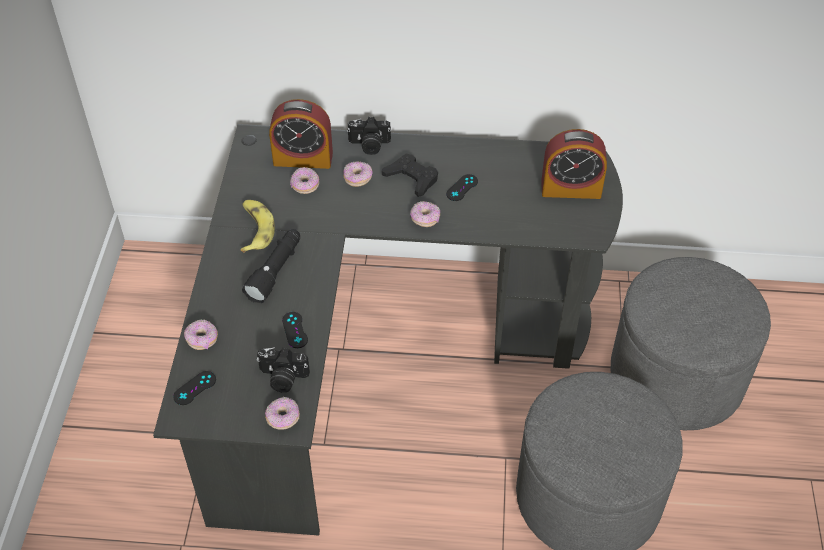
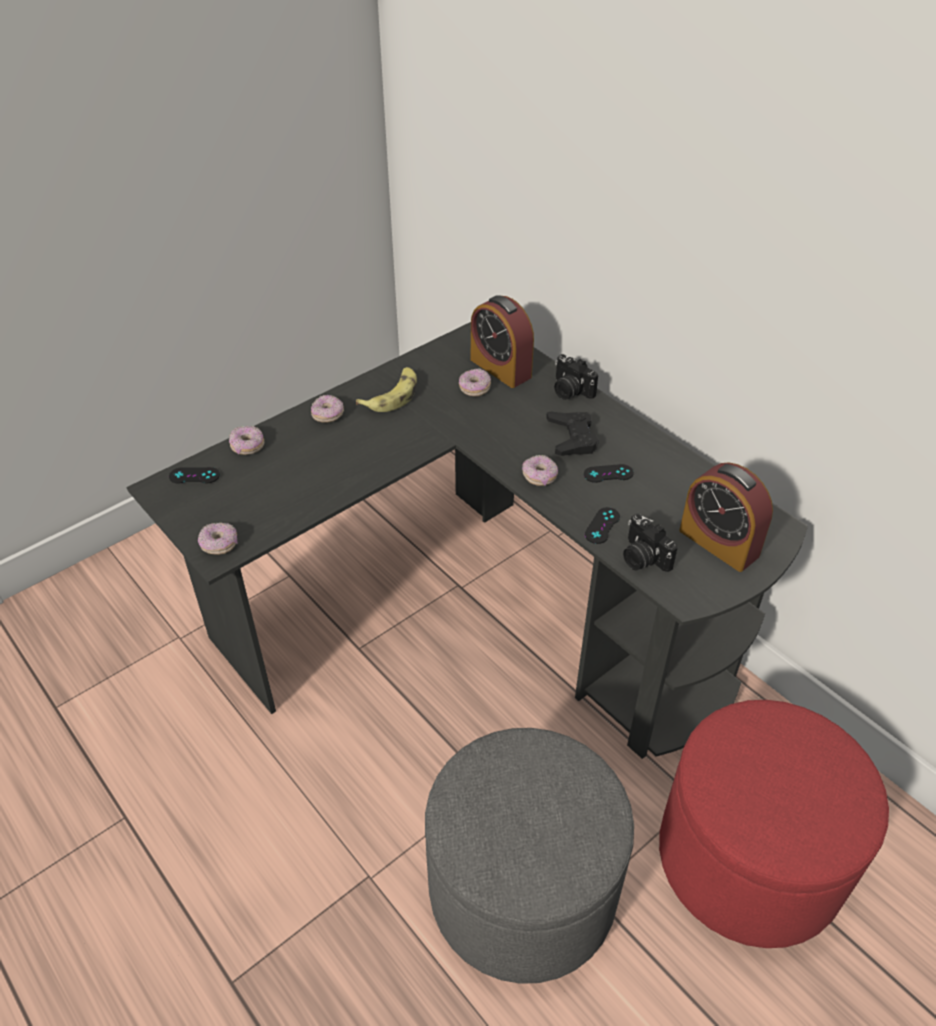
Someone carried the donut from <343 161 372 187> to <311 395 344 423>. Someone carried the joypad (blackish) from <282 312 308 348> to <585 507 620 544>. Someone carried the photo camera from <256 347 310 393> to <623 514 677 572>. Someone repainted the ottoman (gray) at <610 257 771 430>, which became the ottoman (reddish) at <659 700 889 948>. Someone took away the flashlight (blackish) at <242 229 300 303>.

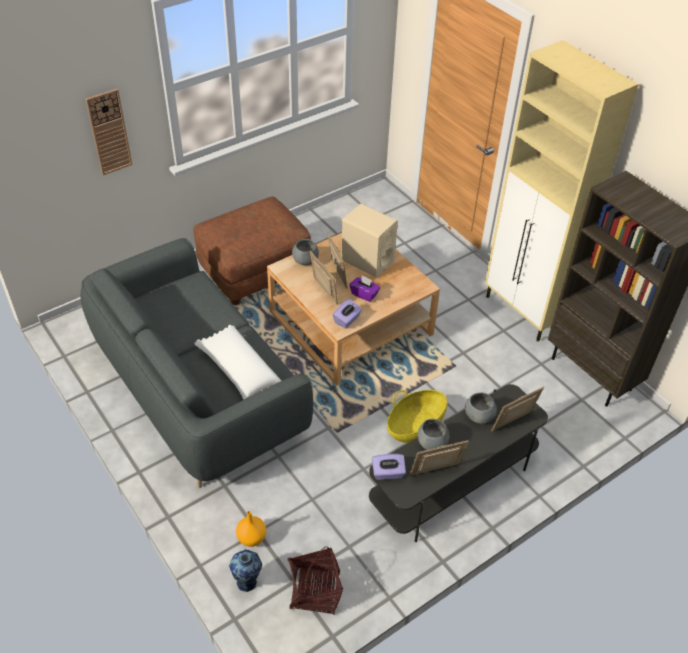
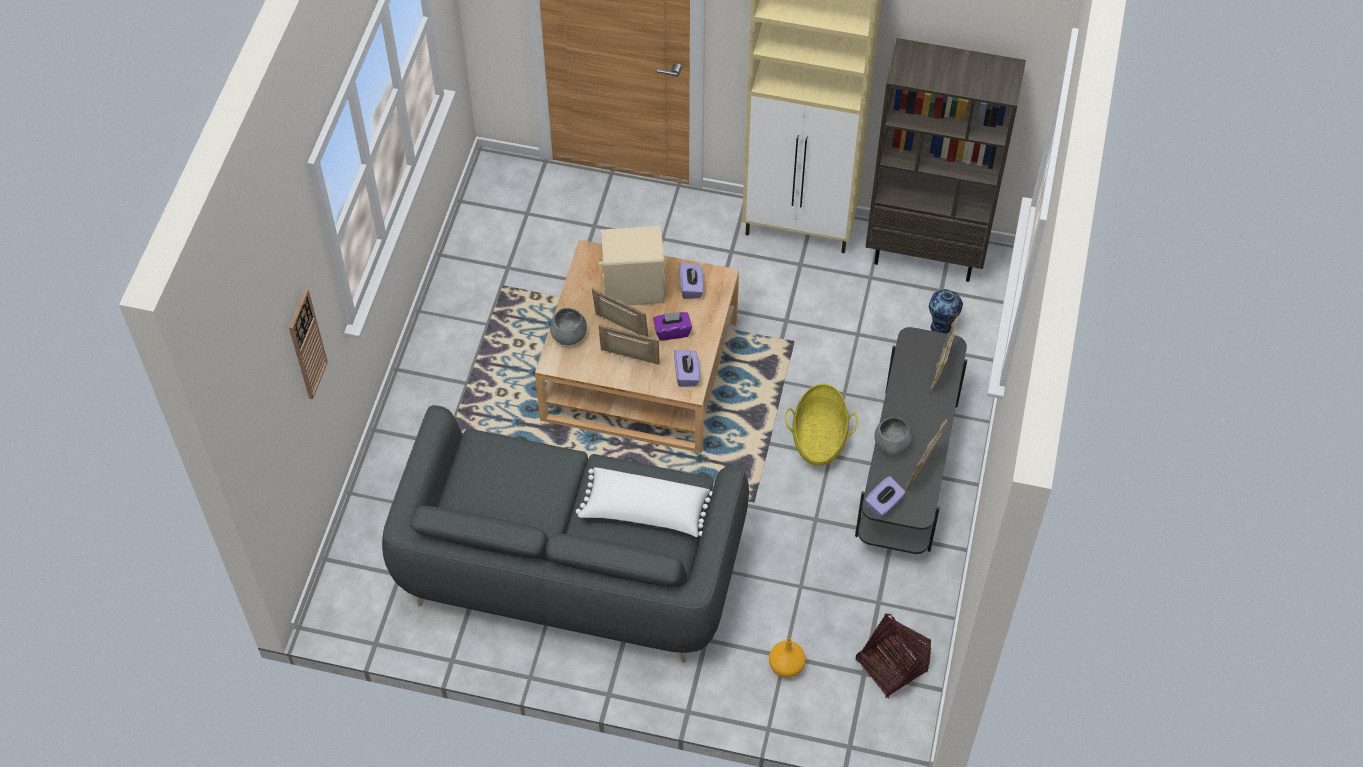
Someone put down the box of tissues (purple-coloured) at <679 263 704 299>. Someone carried the vase from <229 550 262 592> to <929 289 963 334>. Someone took away the ottoman (brownish) at <194 196 311 305>. Someone took away the serving bowl (gray) at <465 393 497 424>.

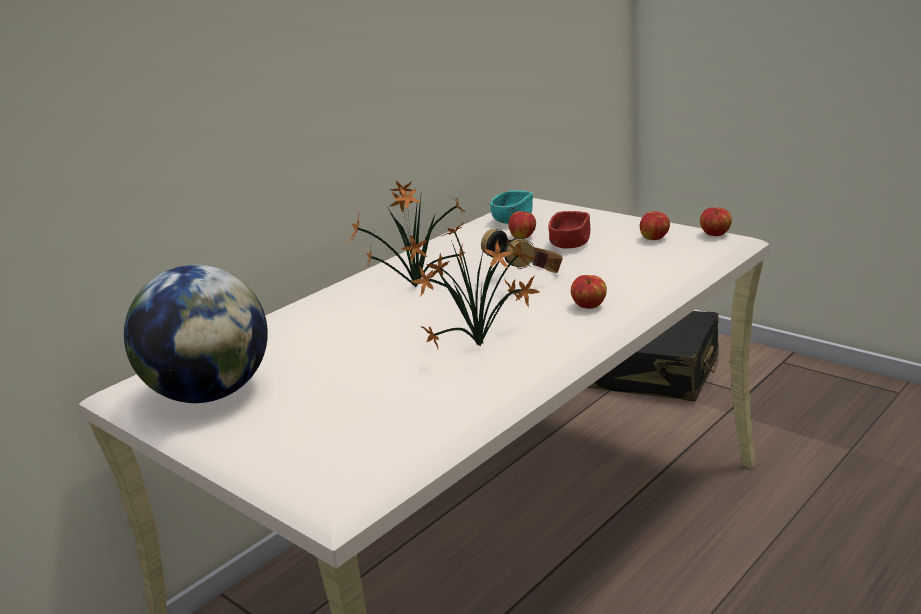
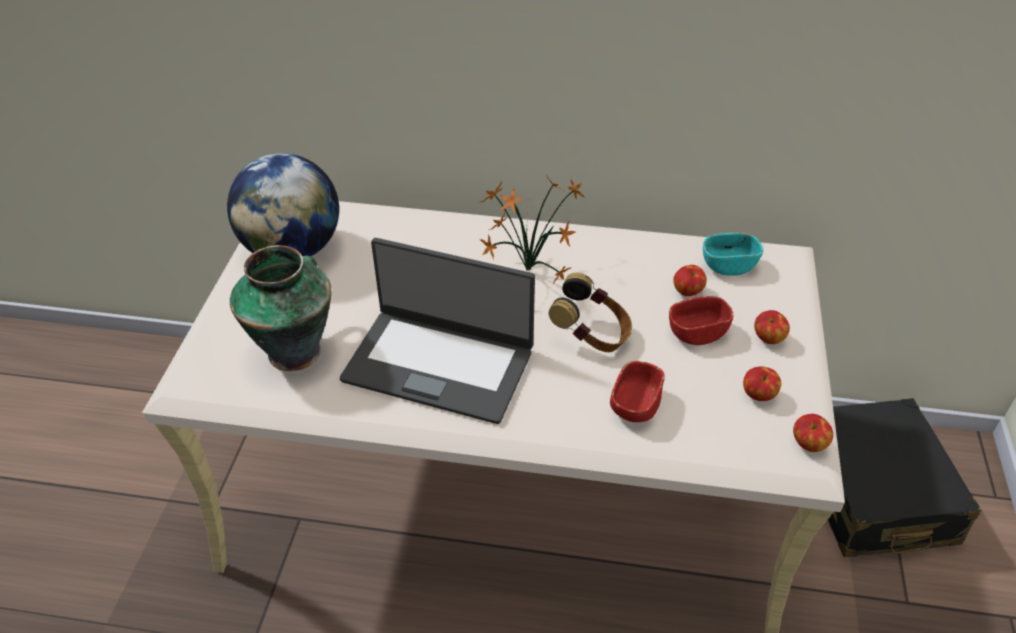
Someone put down the vase at <230 245 331 371>. Someone swapped the houseplant at <412 221 540 349> for the portable computer at <340 238 535 424>. Someone put down the serving bowl (reddish) at <610 361 665 422>. Someone carried the apple from <571 275 607 309> to <754 310 790 344>.

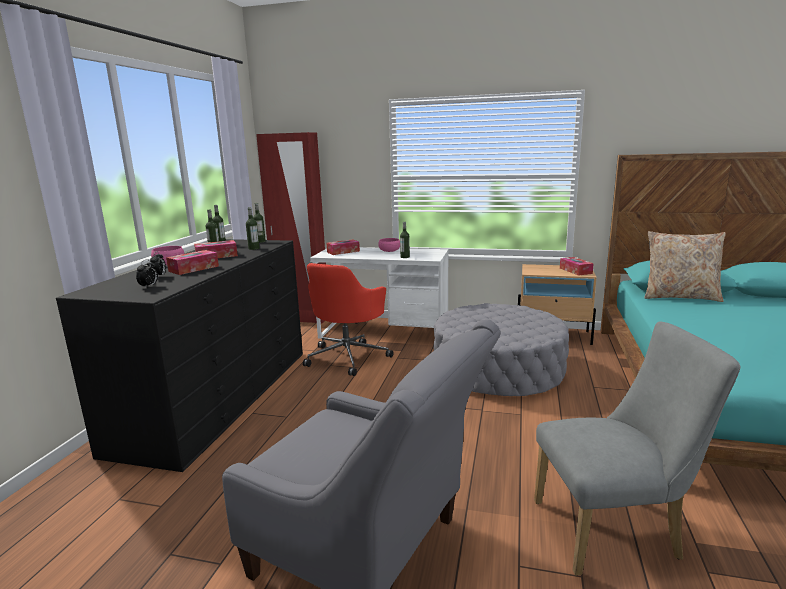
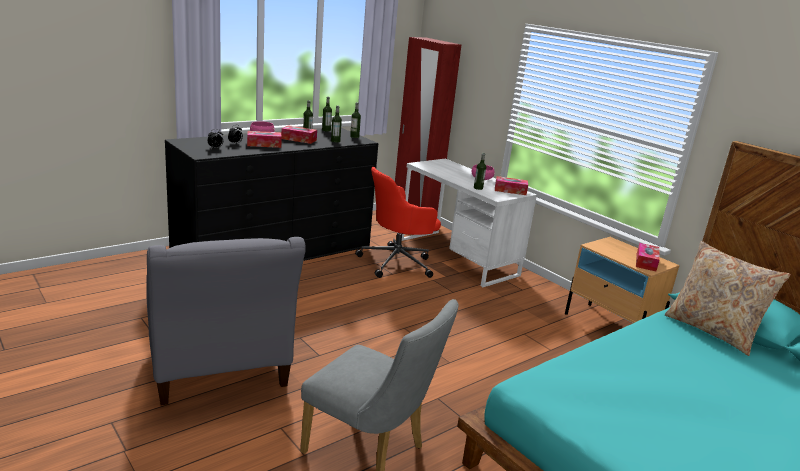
Someone carried the box of tissues from <326 239 360 255> to <495 176 528 195>. Someone took away the ottoman (gray) at <434 303 569 396>.

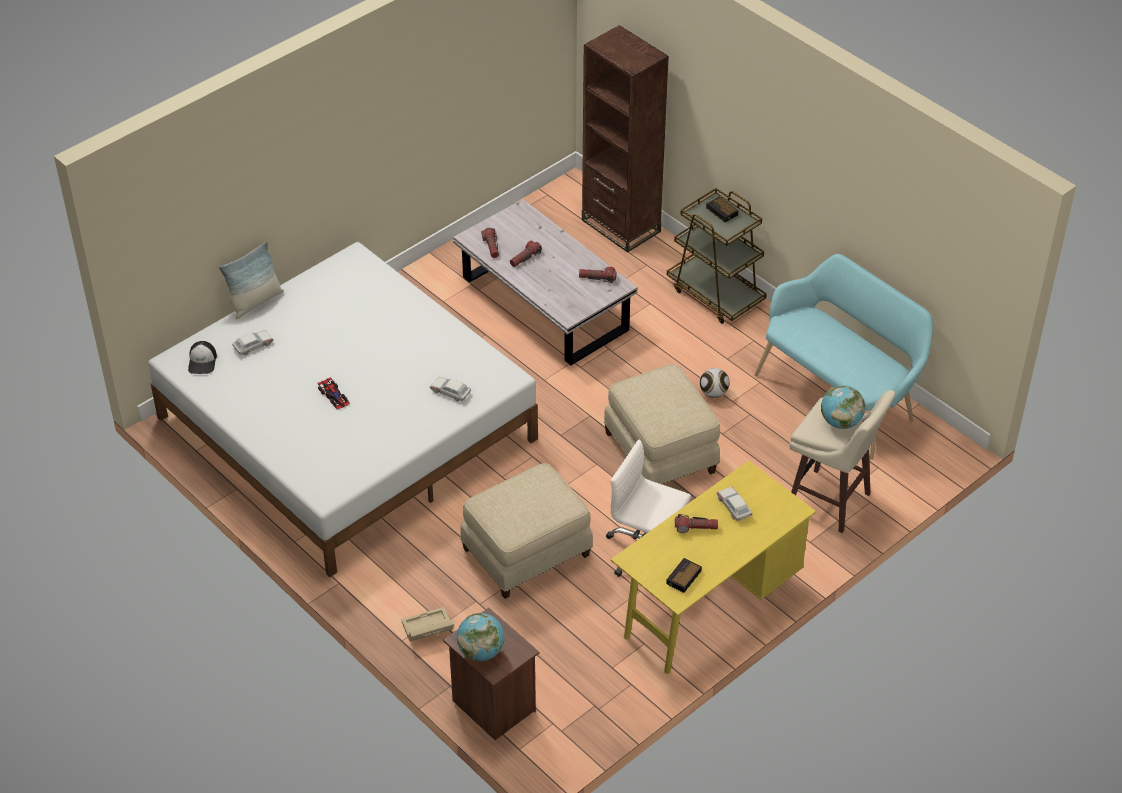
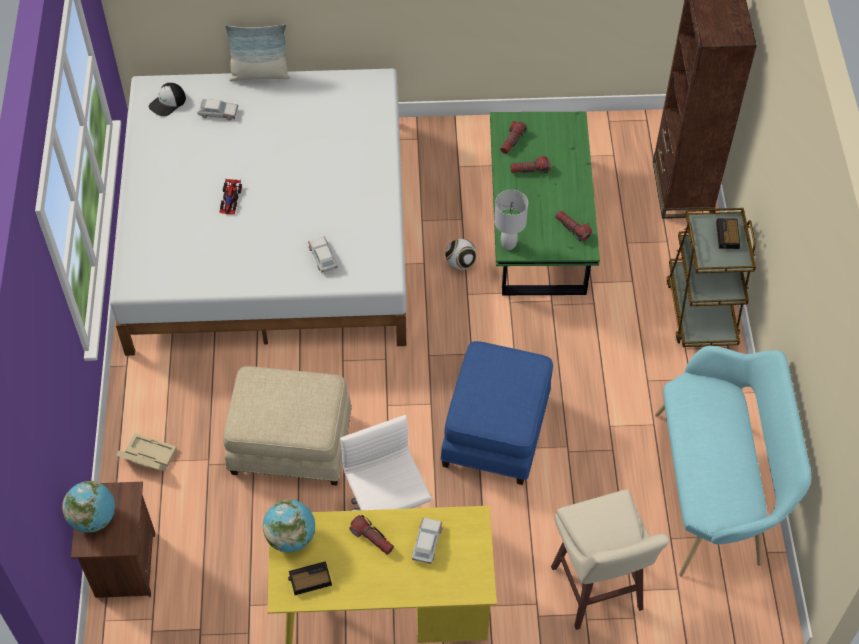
Someone carried the world globe from <821 385 865 429> to <263 499 315 552>. Someone repainted the ottoman (sand-coloured) at <604 364 720 484>, which became the ottoman (blue-coloured) at <440 341 553 485>. Someone carried the football ball from <700 368 730 398> to <445 239 477 270>. Someone repainted the coffee table (white-coloured) at <453 199 638 365>, which became the coffee table (green-coloured) at <490 112 600 295>. Someone put down the table lamp (white-coloured) at <494 190 528 250>.

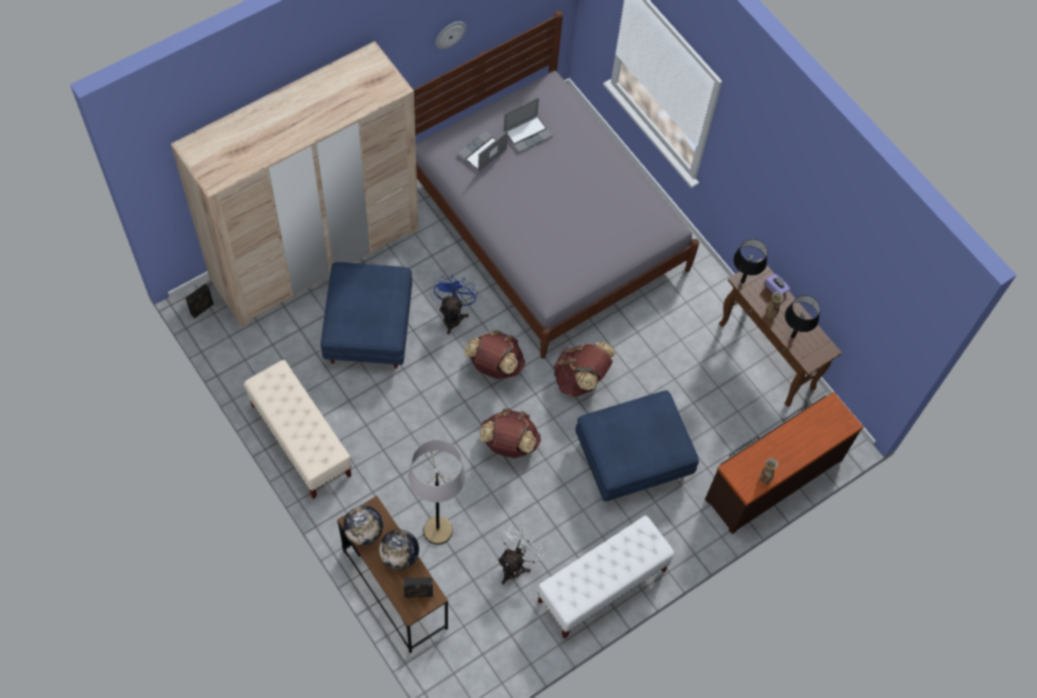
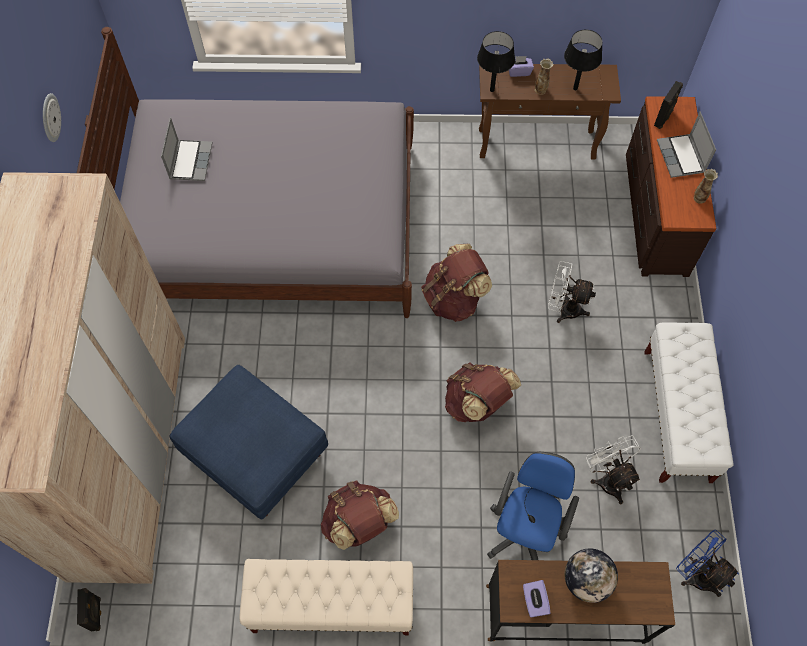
Someone carried the backpack (brownish) from <464 330 525 379> to <321 480 399 550>. Someone swapped the floor lamp (gray) at <409 440 465 545> for the office chair (blue-coloured) at <487 452 579 560>. Someone swapped the world globe at <343 505 383 546> for the box of tissues (purple-coloured) at <523 580 551 617>. Someone swapped the ottoman (blue-coloured) at <575 390 699 502> for the fan (white-coloured) at <548 261 596 323>. Someone carried the speaker (blackish) from <403 577 433 598> to <654 81 683 129>. Someone carried the portable computer from <458 131 508 172> to <657 112 716 178>. Someone carried the fan (blue-coloured) from <434 275 477 335> to <676 530 739 597>.

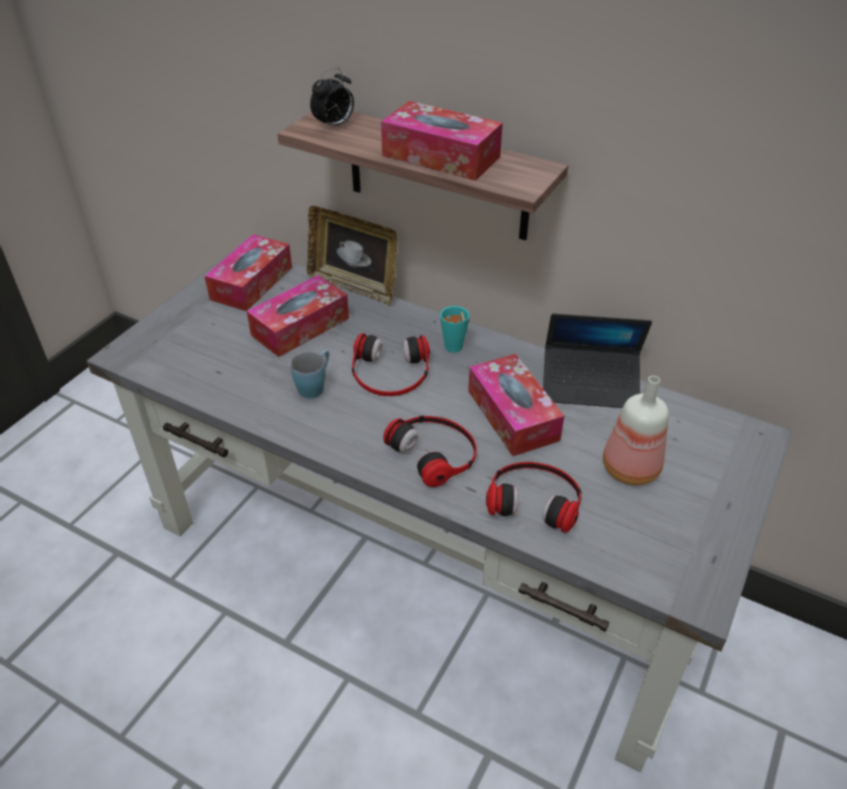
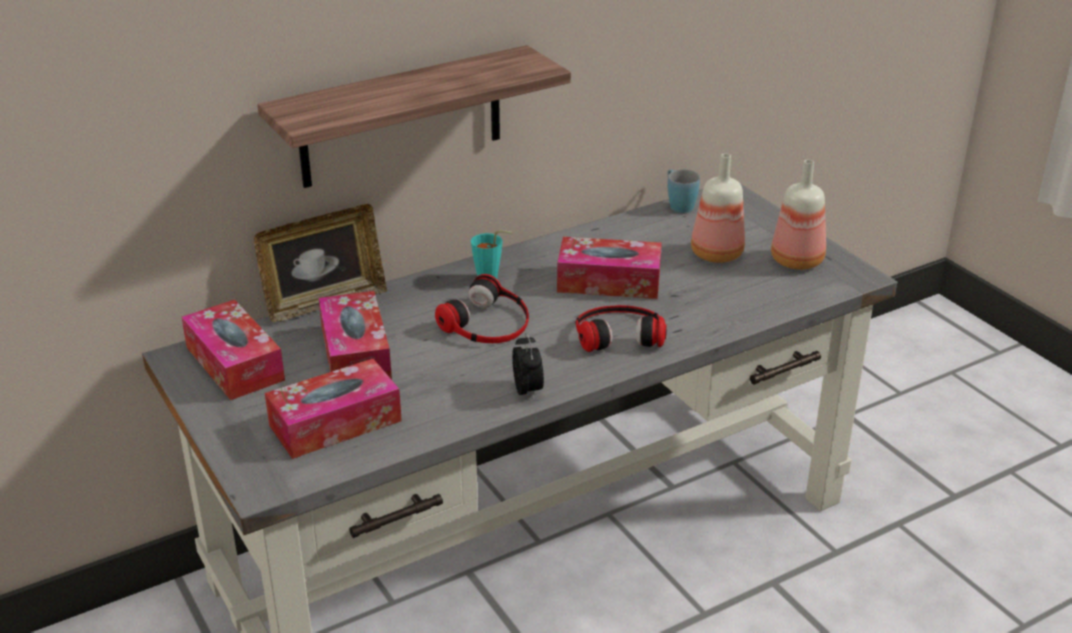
Someone carried the box of tissues from <381 101 503 181> to <265 359 402 459>. Someone carried the table clock from <310 68 354 129> to <512 333 544 400>. Someone carried the mug (blue-coloured) from <290 350 329 399> to <667 169 700 213>. Someone put down the bottle at <771 160 826 270>. Someone took away the headphones at <486 462 582 533>. Someone took away the portable computer at <543 313 652 408>.

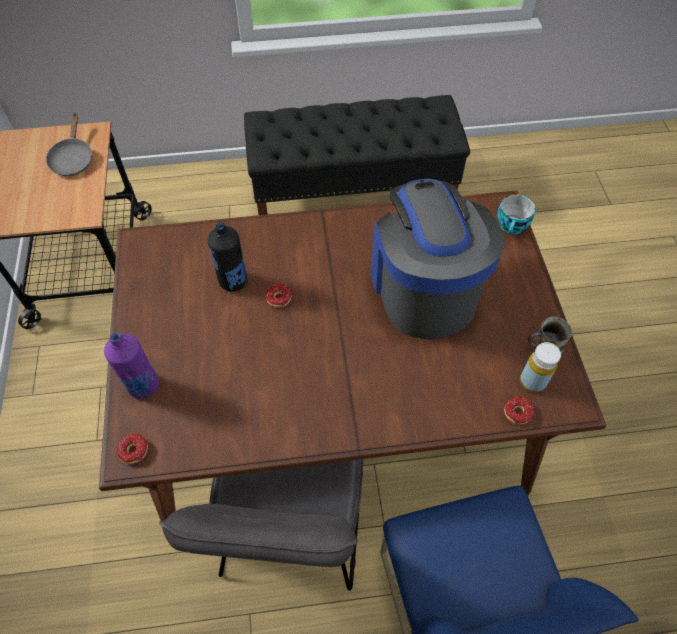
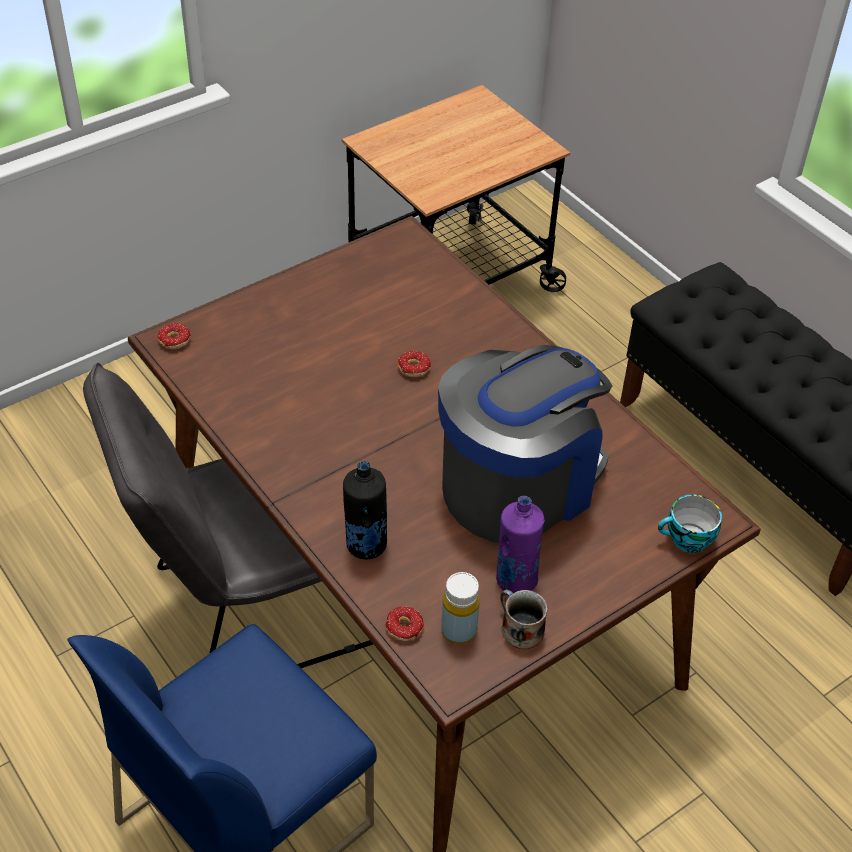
Someone carried the bottle (blackish) from <208 222 247 292> to <343 461 387 559>. Someone carried the bottle (purple-coloured) from <104 333 159 399> to <496 496 545 593>. Someone took away the frying pan (gray) at <45 112 93 176>.

